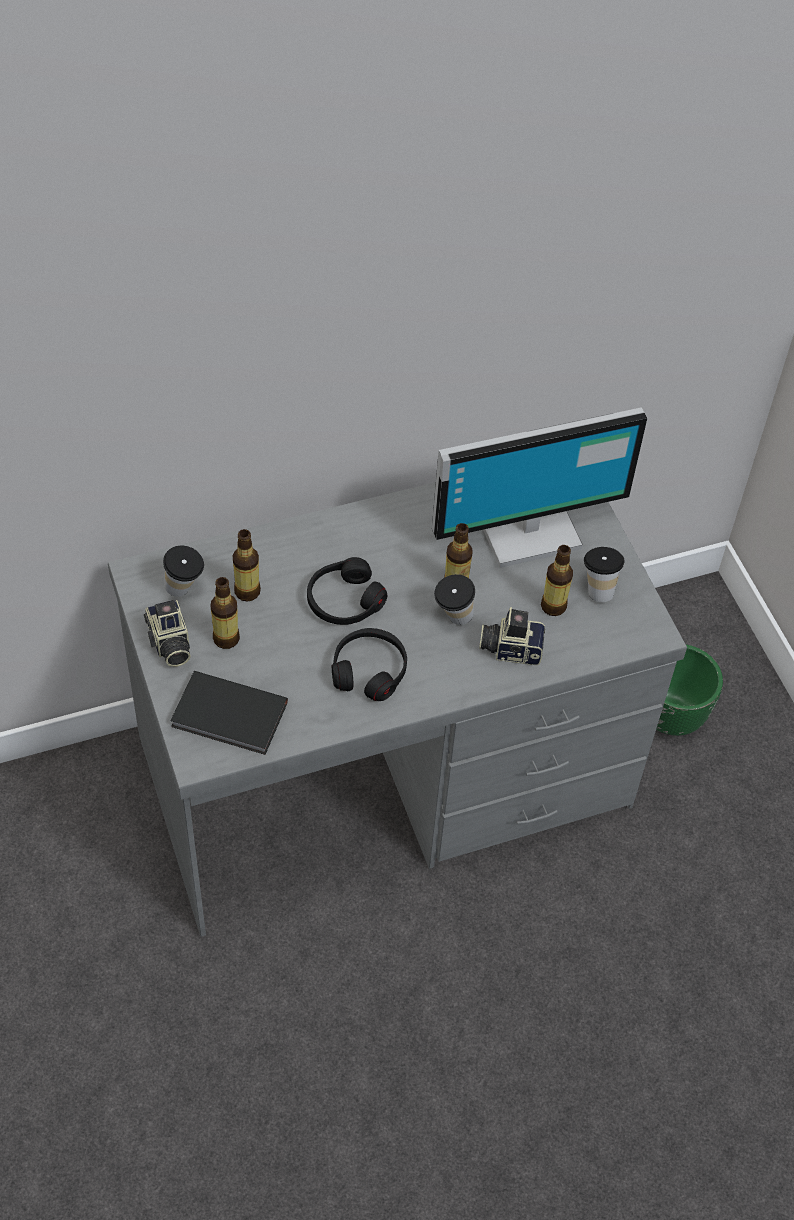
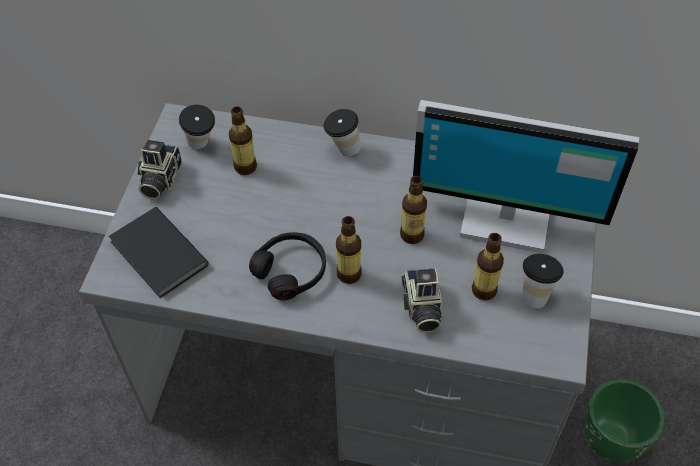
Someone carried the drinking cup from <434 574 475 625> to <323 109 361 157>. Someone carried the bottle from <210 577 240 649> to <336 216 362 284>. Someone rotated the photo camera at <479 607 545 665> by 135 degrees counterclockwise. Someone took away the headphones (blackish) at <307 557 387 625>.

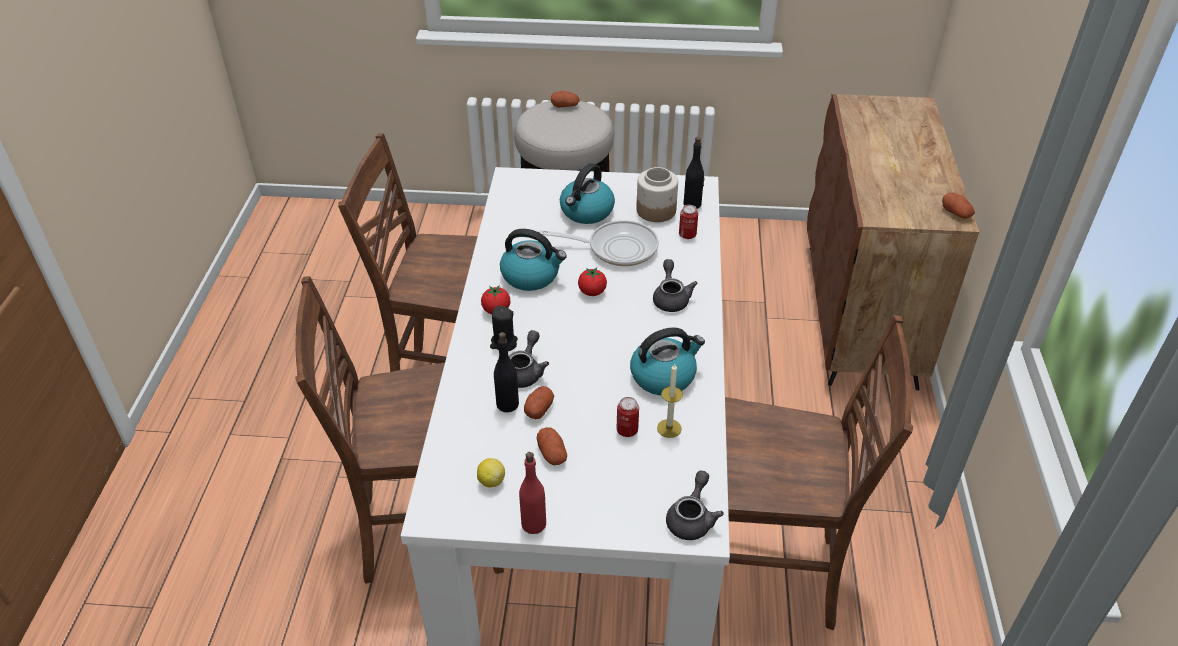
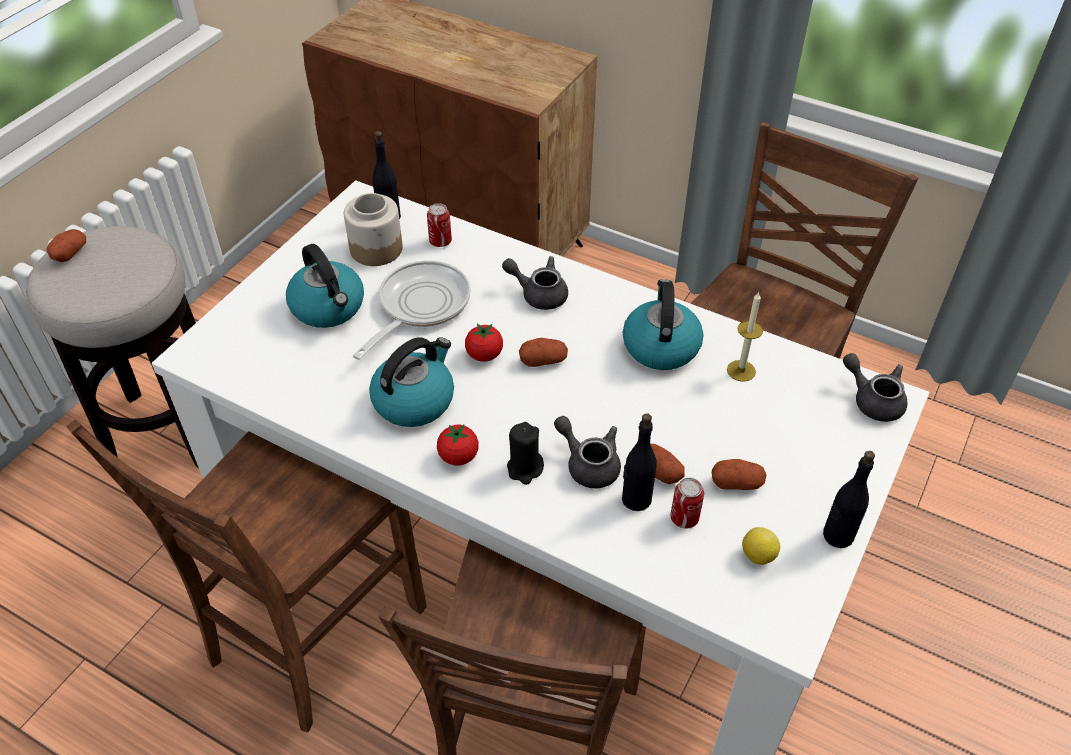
Someone carried the spud from <942 193 975 219> to <519 338 568 367>. Someone carried the sealed can from <617 397 639 437> to <671 478 704 528>. Someone repainted the bottle (reddish) at <519 452 546 534>, which became the bottle (blackish) at <823 451 875 548>.

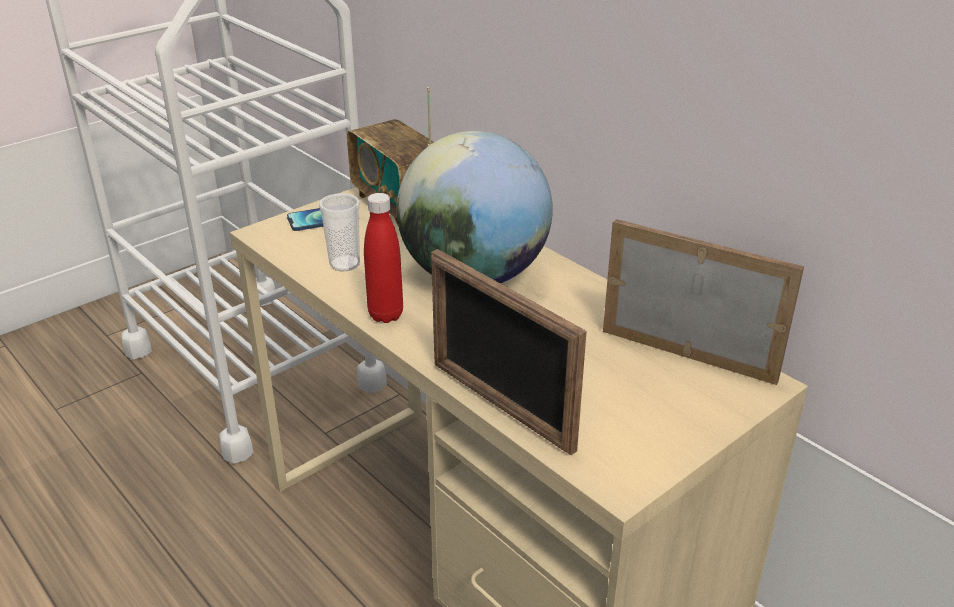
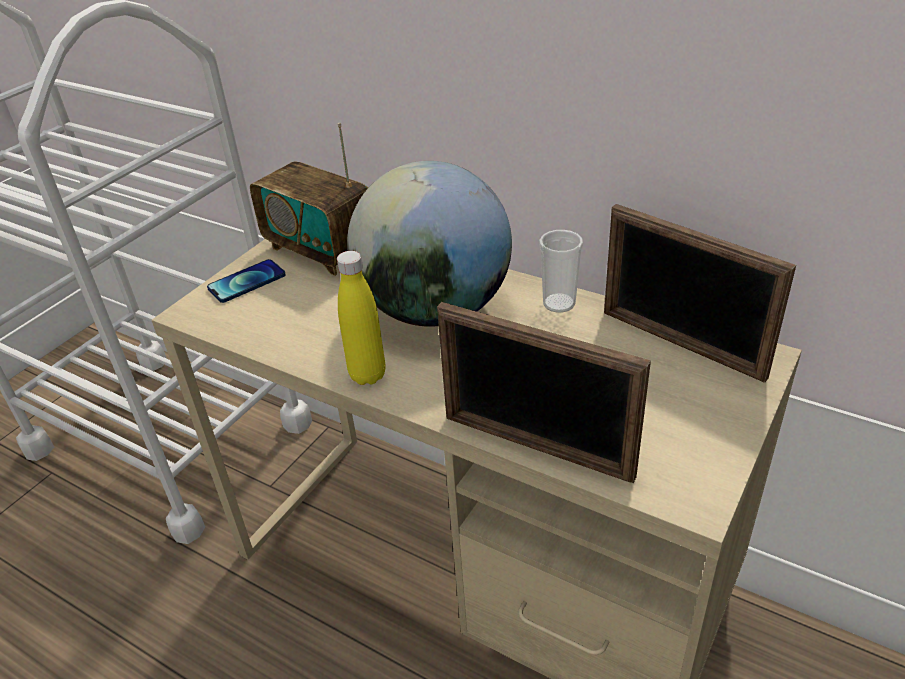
Someone repainted the bottle (reddish) at <364 193 403 323>, which became the bottle (yellowish) at <337 251 386 385>. Someone carried the drinking cup from <319 193 360 271> to <539 230 583 313>. Someone rotated the picture frame at <603 219 804 385> by 150 degrees counterclockwise.

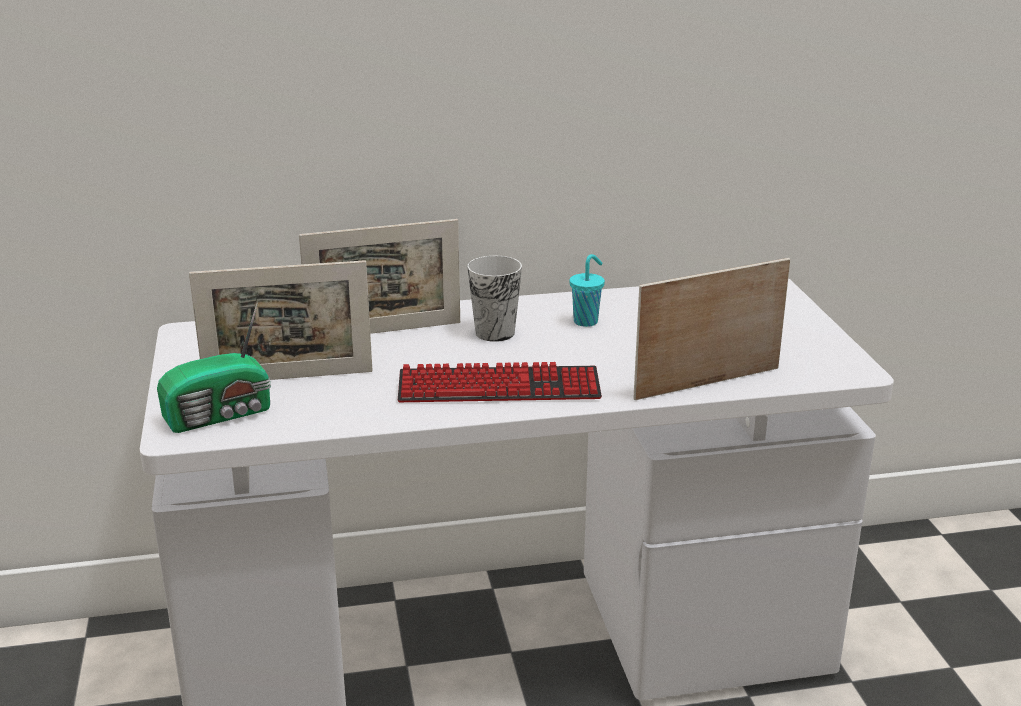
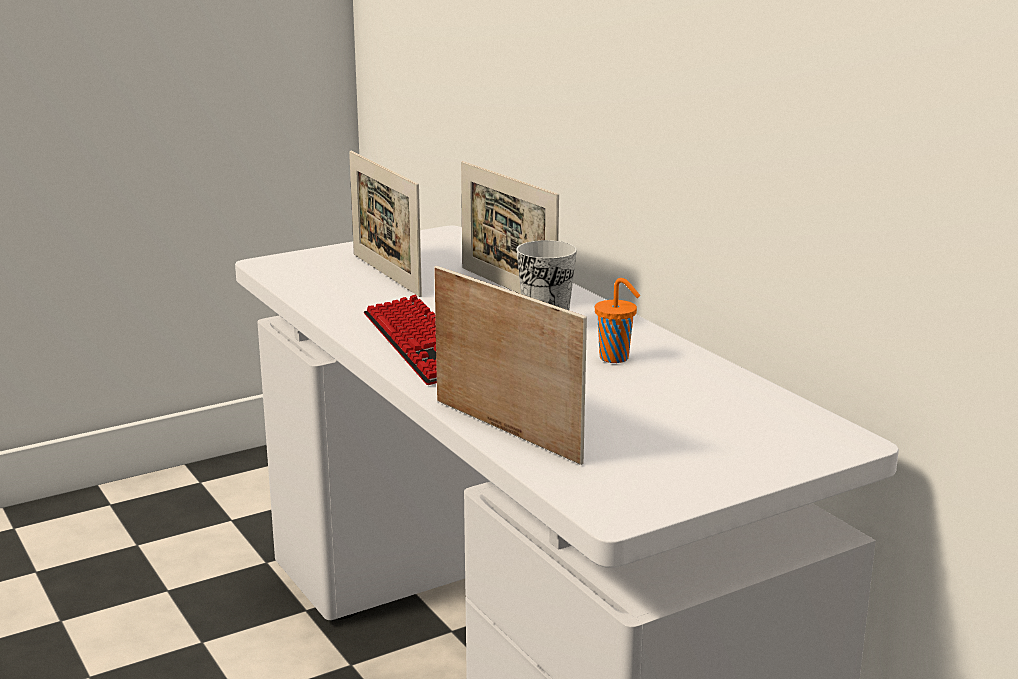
Someone repainted the drinking cup (blue-green) at <569 254 605 327>, which became the drinking cup (orange) at <595 278 640 363>. Someone took away the radio set at <157 302 271 433>.

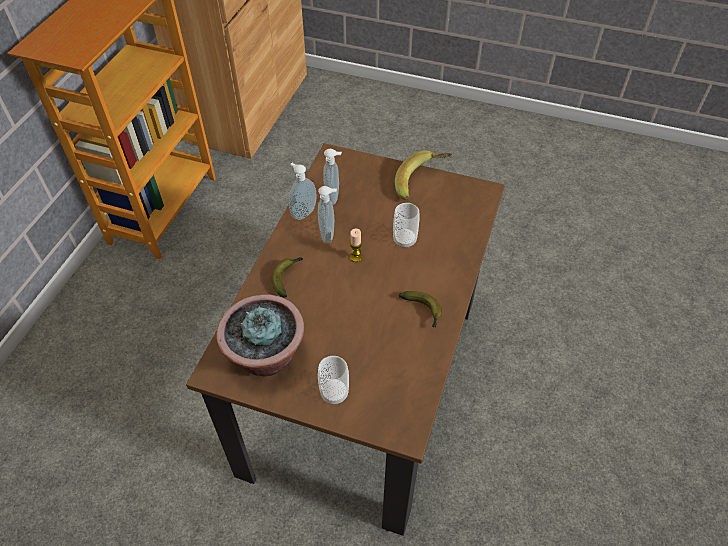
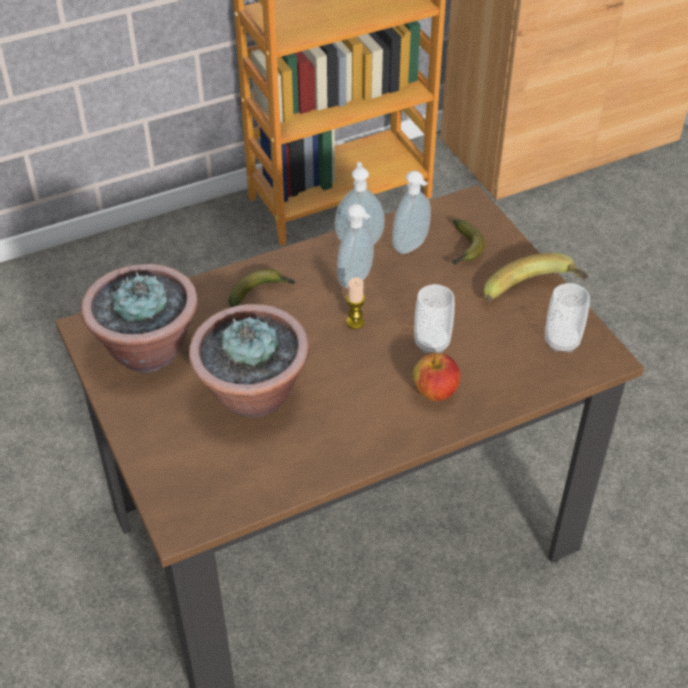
Someone put down the houseplant at <189 304 309 417>. Someone put down the apple at <413 353 460 401>. Someone carried the banana fruit from <399 291 442 328> to <452 219 485 265>. Someone carried the drinking cup from <318 356 349 405> to <545 283 590 353>.

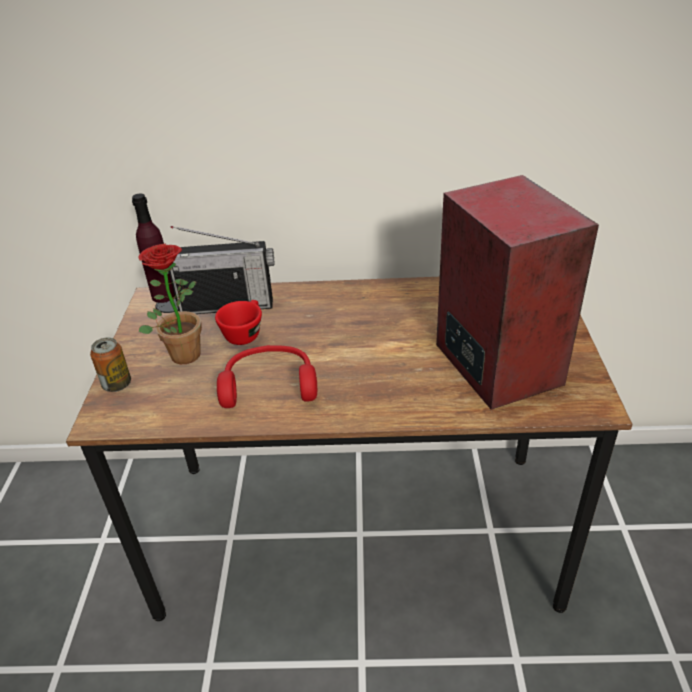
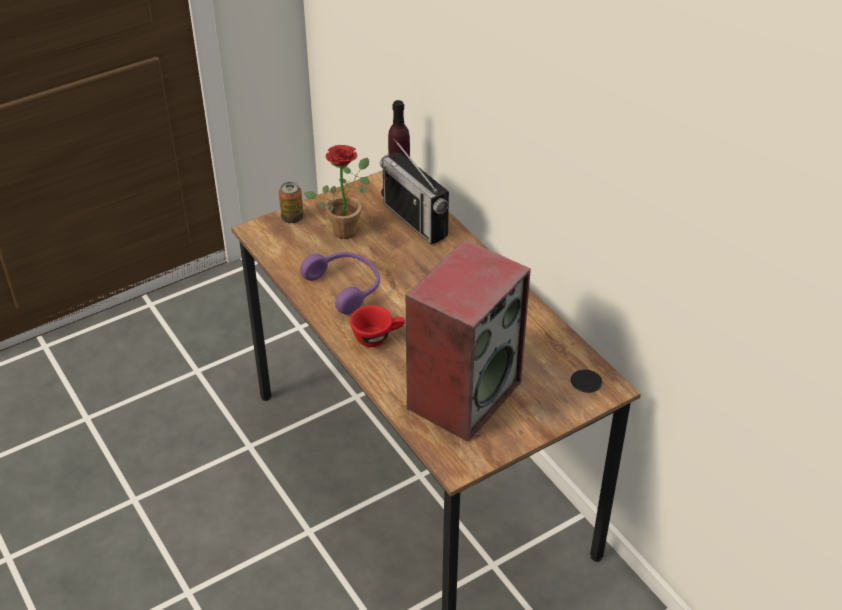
Someone repainted the headphones (reddish) at <217 345 317 408>, which became the headphones (purple-coloured) at <300 252 380 314>. Someone carried the drinking cup (reddish) from <215 300 262 345> to <350 305 405 347>.

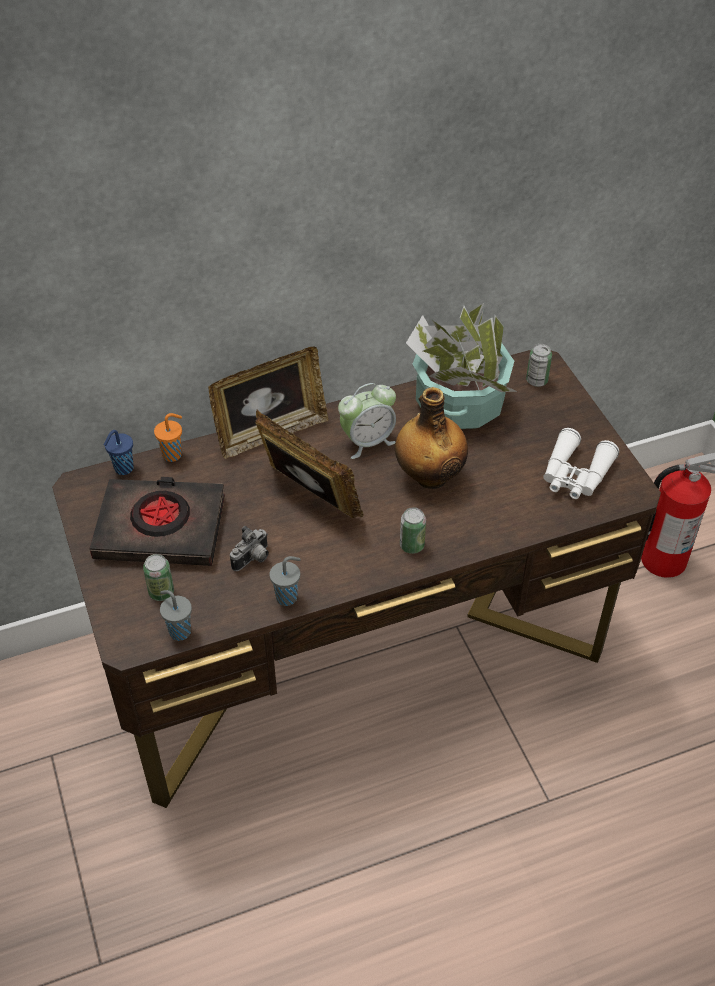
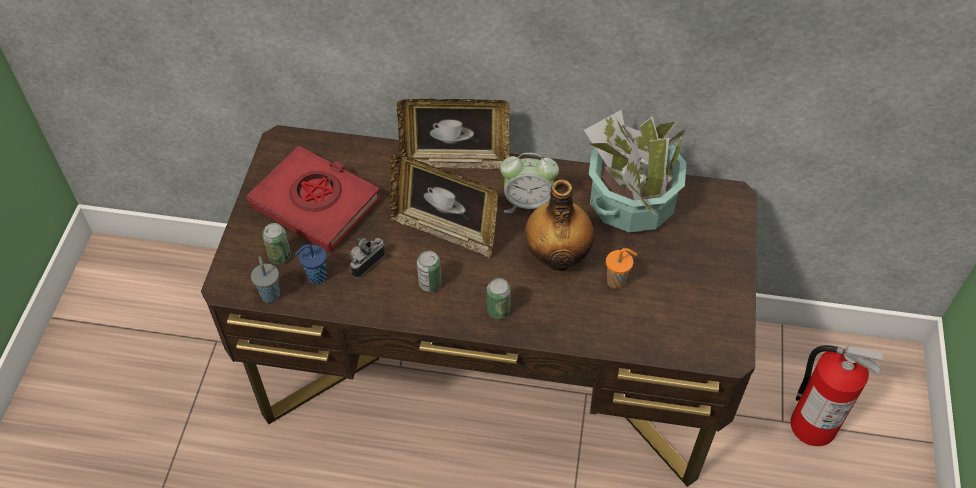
Someone repainted the book (blackish) at <89 477 225 566>, which became the book (reddish) at <246 146 381 252>. Someone carried the drinking cup (blue-coloured) from <103 430 134 475> to <295 244 327 284>. Someone rotated the photo camera at <230 526 269 571> by 150 degrees clockwise. Someone rotated the picture frame at <255 409 364 518> by 135 degrees clockwise. Someone carried the sealed can from <526 344 552 387> to <417 251 442 292>. Someone carried the drinking cup (orange) from <154 413 182 462> to <606 248 637 289>. Someone took away the drinking cup (gray) at <269 556 301 606>. Someone took away the binoculars (white-coloured) at <543 428 619 499>.

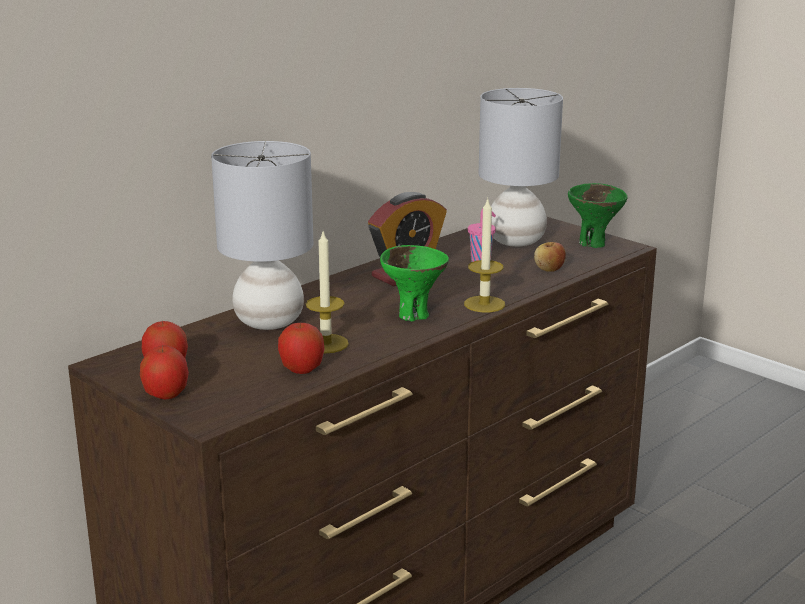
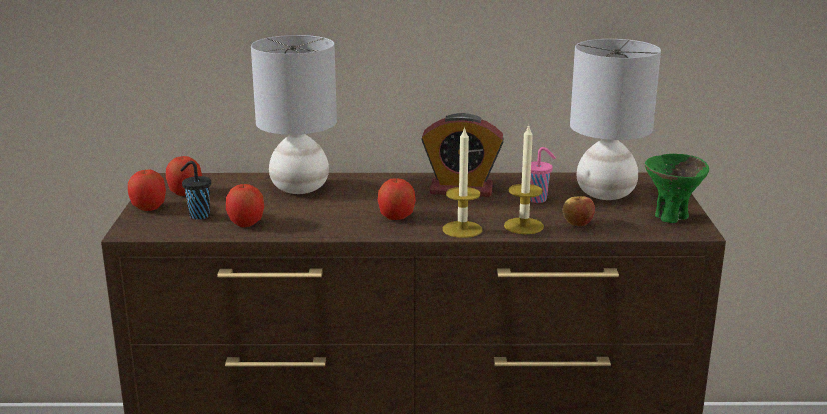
Someone put down the drinking cup (blackish) at <180 161 211 219>. Someone swapped the serving bowl (green-coloured) at <380 245 449 321> for the apple at <378 179 416 220>. Someone carried the wax candle from <306 232 349 354> to <504 124 544 234>.

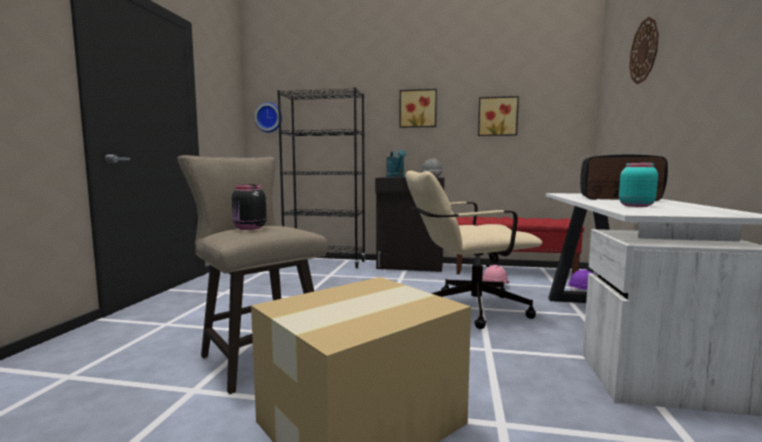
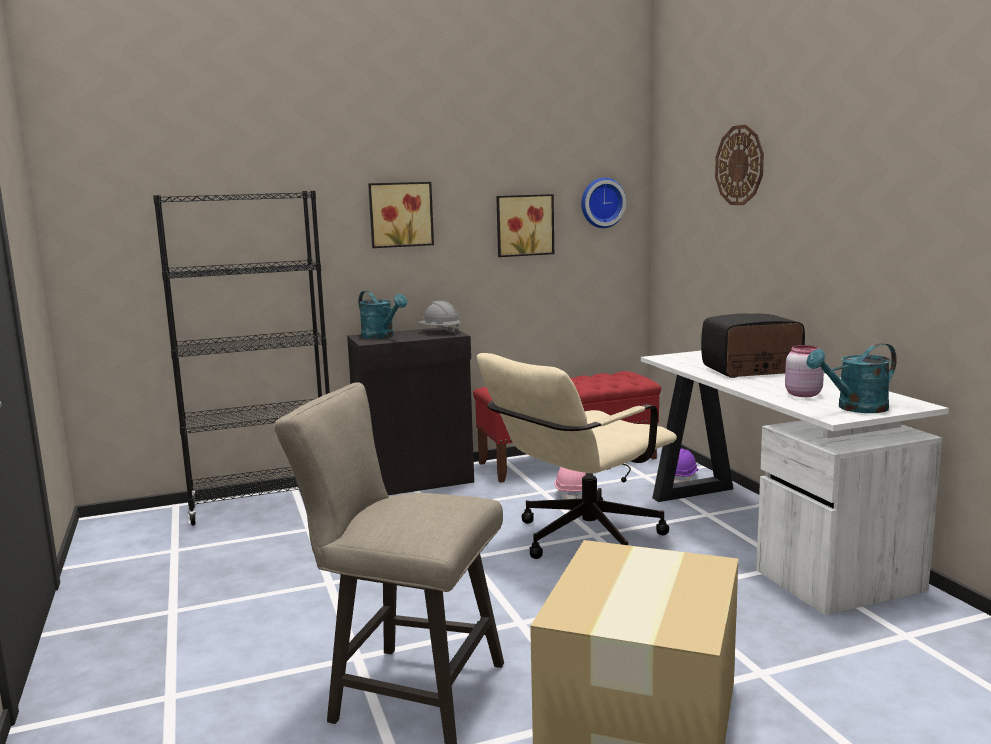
Someone carried the hanging clock from <255 102 282 132> to <581 178 626 228>. Someone repainted the jar (blue-green) at <619 163 658 207>, which became the jar (pink) at <785 345 824 397>. Someone put down the watering can (blue-green) at <806 343 897 413>. Someone took away the jar (blackish) at <232 184 266 230>.

